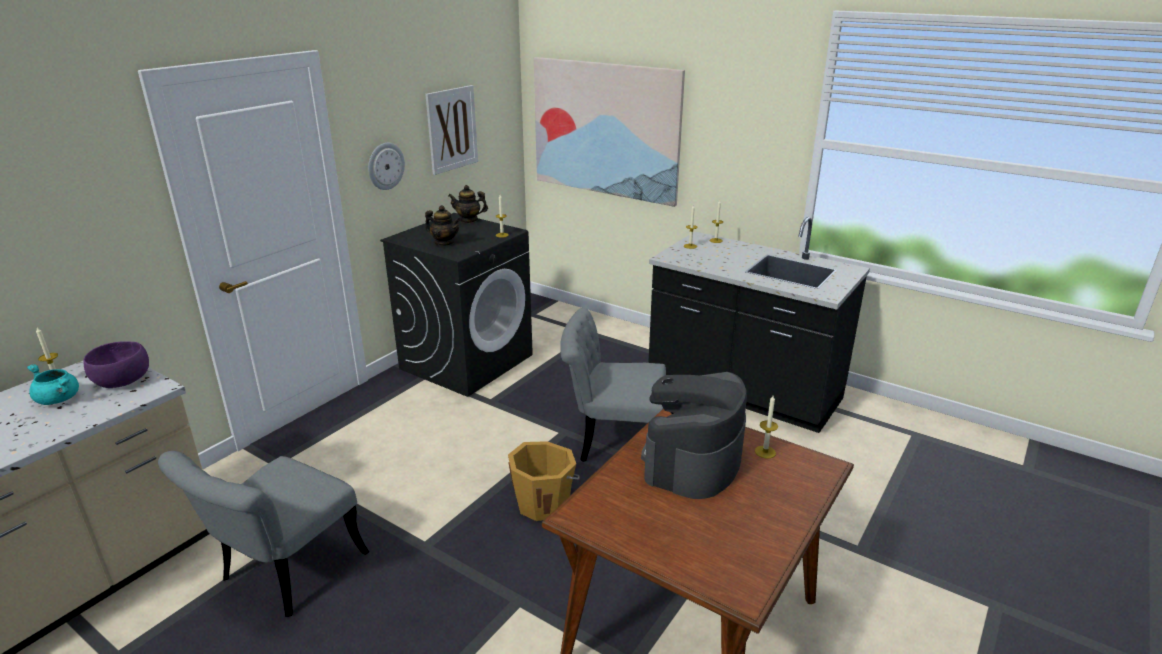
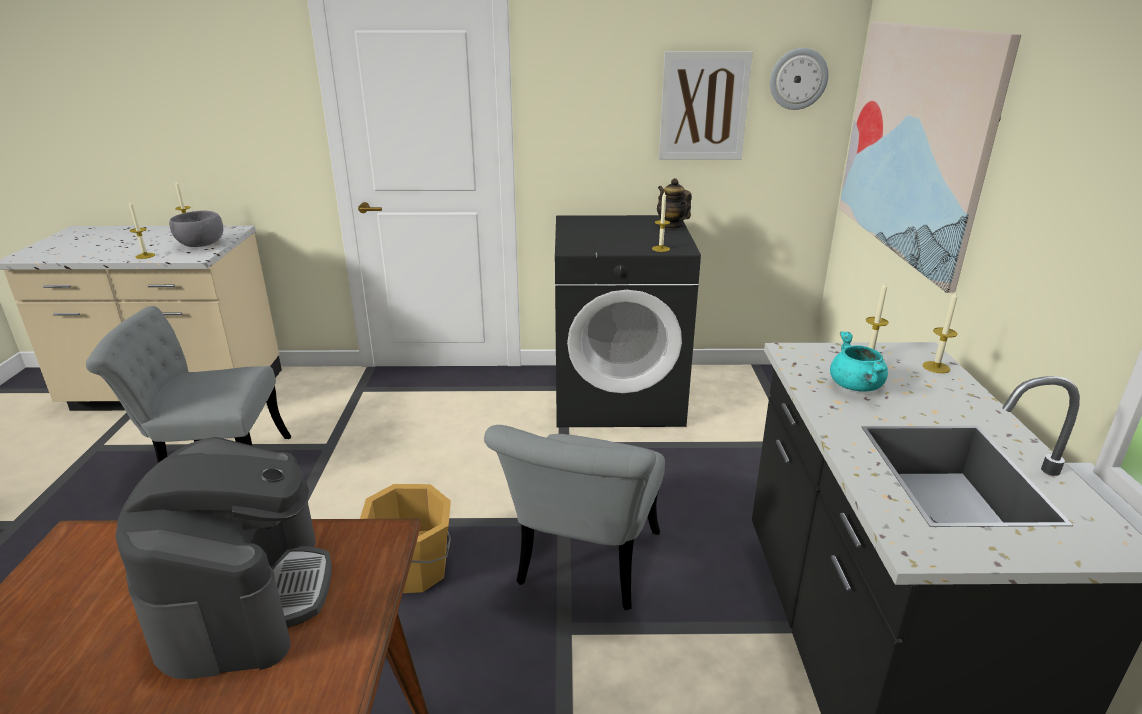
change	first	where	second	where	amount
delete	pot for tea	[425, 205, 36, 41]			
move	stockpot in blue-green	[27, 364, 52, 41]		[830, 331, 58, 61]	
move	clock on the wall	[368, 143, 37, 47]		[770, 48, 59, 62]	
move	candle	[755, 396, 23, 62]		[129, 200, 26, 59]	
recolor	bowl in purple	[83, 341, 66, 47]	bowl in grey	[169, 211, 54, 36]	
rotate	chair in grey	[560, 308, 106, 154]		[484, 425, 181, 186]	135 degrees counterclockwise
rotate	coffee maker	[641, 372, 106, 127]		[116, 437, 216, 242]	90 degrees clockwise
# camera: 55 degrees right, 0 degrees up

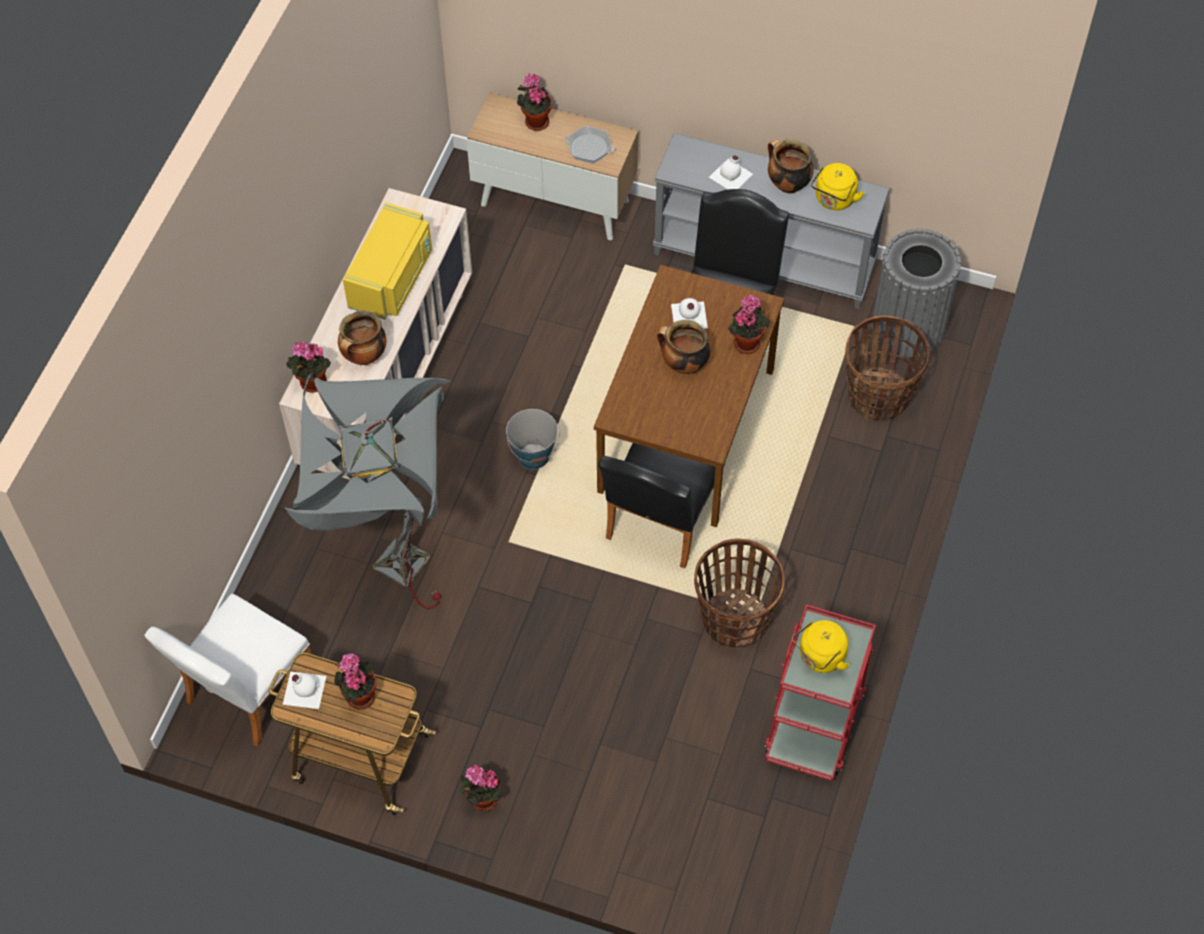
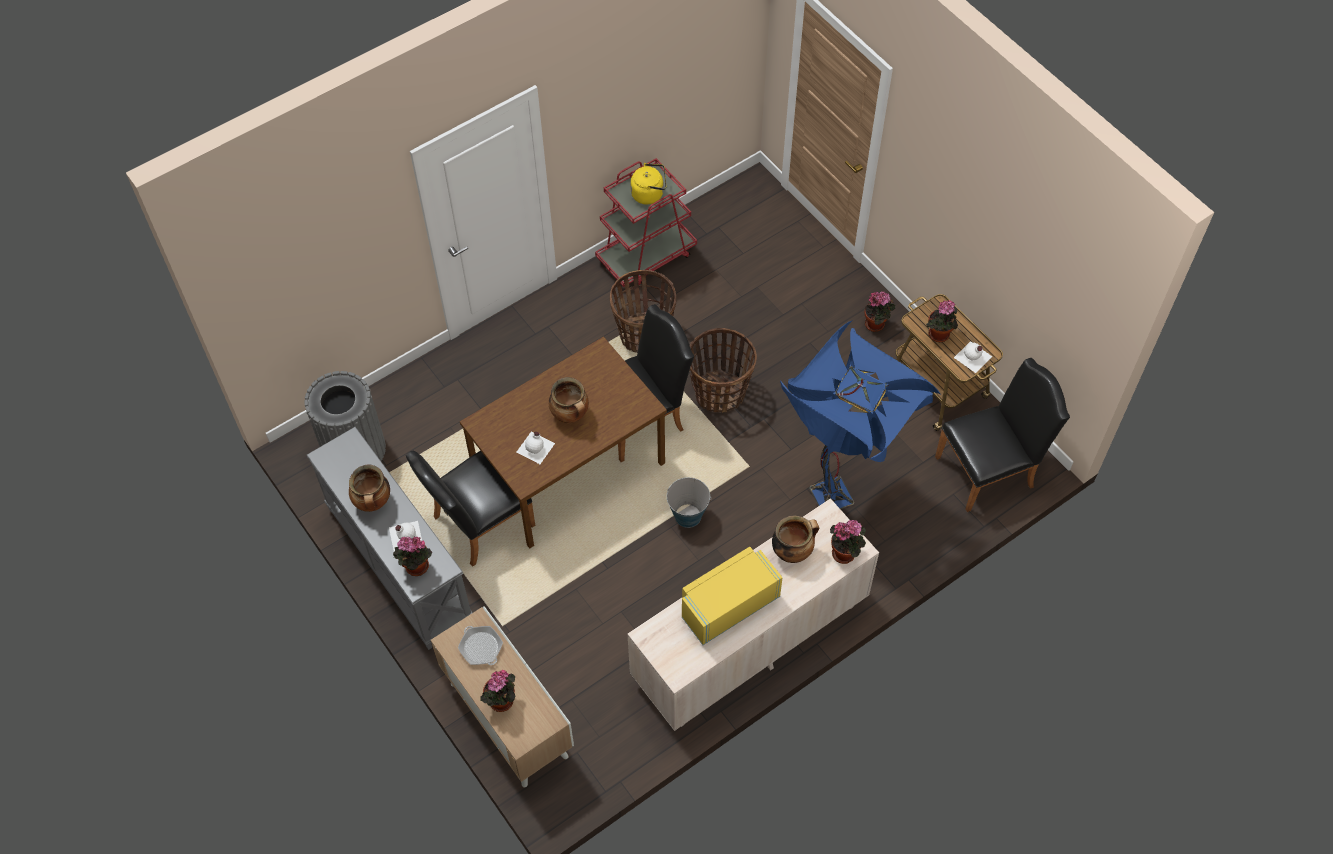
change	first	where	second	where	amount
delete	water kettle in yellowish	[811, 163, 54, 47]			
move	houseplant	[728, 294, 42, 60]		[393, 536, 39, 40]	
move	household basket	[845, 316, 85, 105]		[690, 328, 67, 85]	
recolor	chair in whitish	[144, 594, 170, 153]	chair in blackish	[935, 358, 135, 154]	
recolor	standard lamp in grey	[284, 374, 167, 235]	standard lamp in blue	[780, 320, 160, 189]	
# camera: 145 degrees left, 0 degrees up

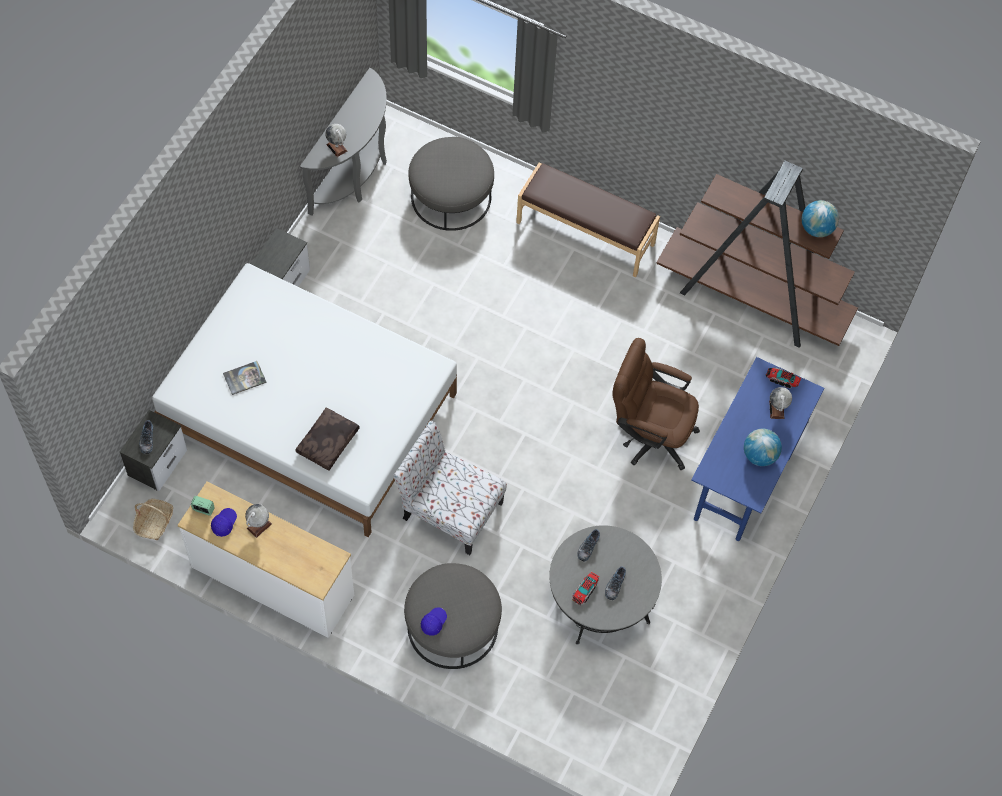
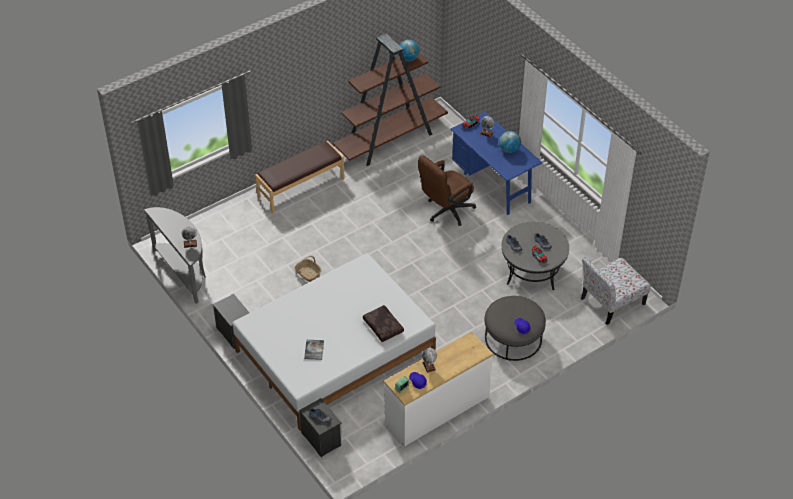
change	first	where	second	where	amount
delete	ottoman in grey	[408, 137, 86, 94]			
move	household basket	[133, 499, 40, 41]		[295, 256, 27, 26]	
move	chair	[393, 420, 114, 135]		[581, 257, 70, 68]	
# camera: 60 degrees left, 15 degrees down

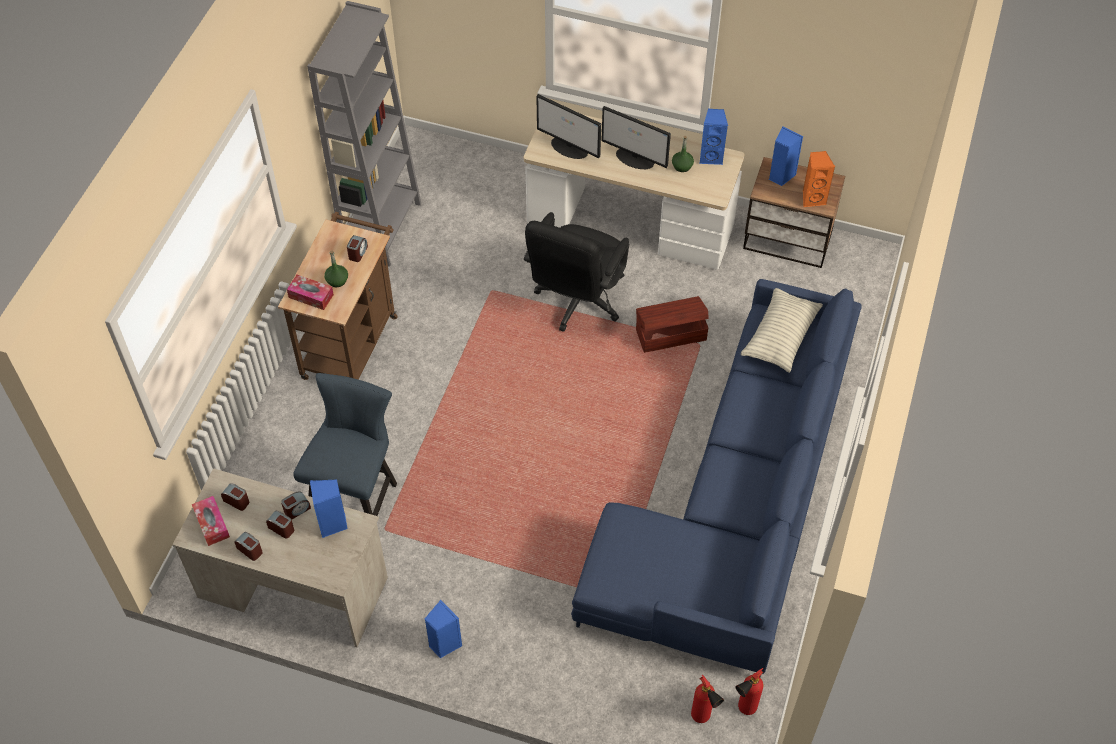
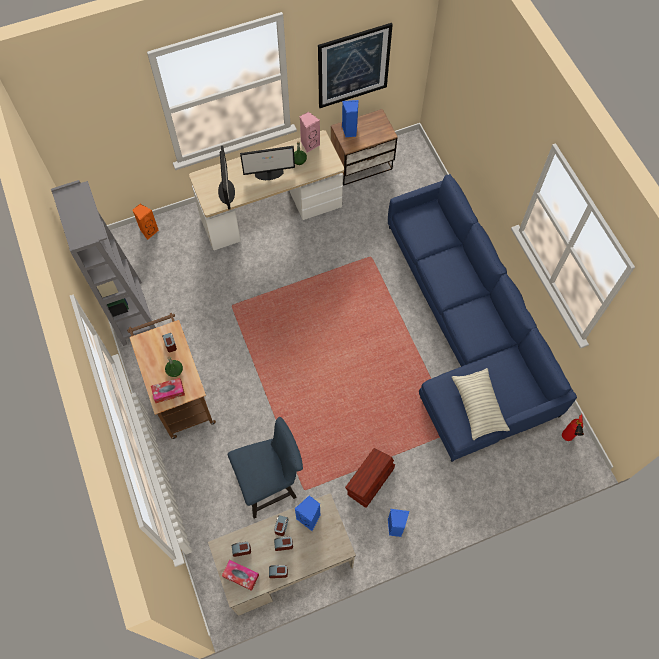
change	first	where	second	where	amount
delete	office chair in blackish	[524, 212, 105, 120]			
delete	extinguisher	[691, 675, 33, 48]			
insert			wall picture	[318, 22, 75, 86]	
move	storage box in brownish	[636, 296, 73, 57]		[345, 448, 50, 60]	
move	cushion	[741, 288, 82, 84]		[452, 368, 58, 72]	
move	speaker in orange-coloured	[803, 151, 32, 56]		[133, 204, 26, 36]	
recolor	speaker in blue	[699, 108, 29, 57]	speaker in pink	[300, 112, 20, 41]	
rotate	chair in blue	[293, 373, 104, 143]		[228, 417, 75, 102]	90 degrees clockwise
rotate	computer screen	[536, 94, 65, 65]		[218, 146, 17, 64]	90 degrees counterclockwise
# camera: 40 degrees left, 10 degrees up

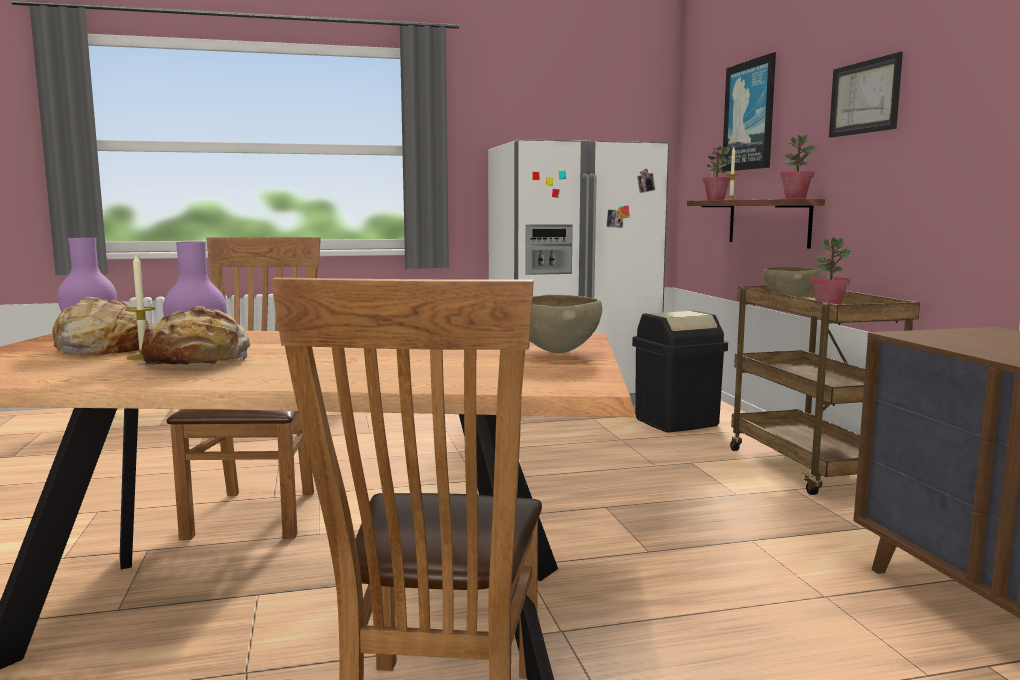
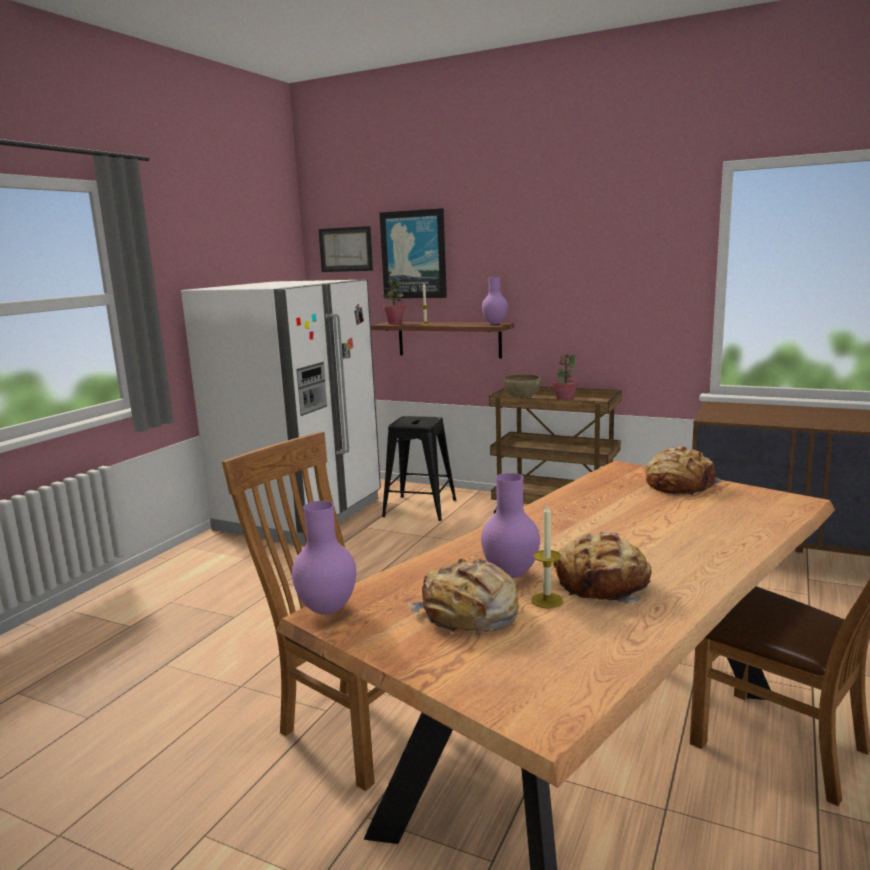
change	first	where	second	where	amount
move	wall picture	[829, 52, 74, 86]		[318, 226, 55, 46]	
replace	bowl in brownish	[530, 295, 72, 58]	bread	[645, 446, 80, 49]	
replace	rubbish bin in blackish	[632, 310, 96, 122]	sitting stool in blackish	[382, 416, 74, 105]	
replace	houseplant	[780, 135, 36, 64]	flower vase in purple	[482, 277, 26, 47]	
# camera: 50 degrees left, 5 degrees up

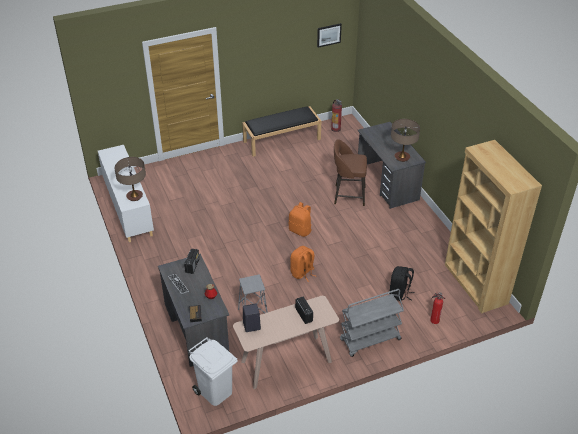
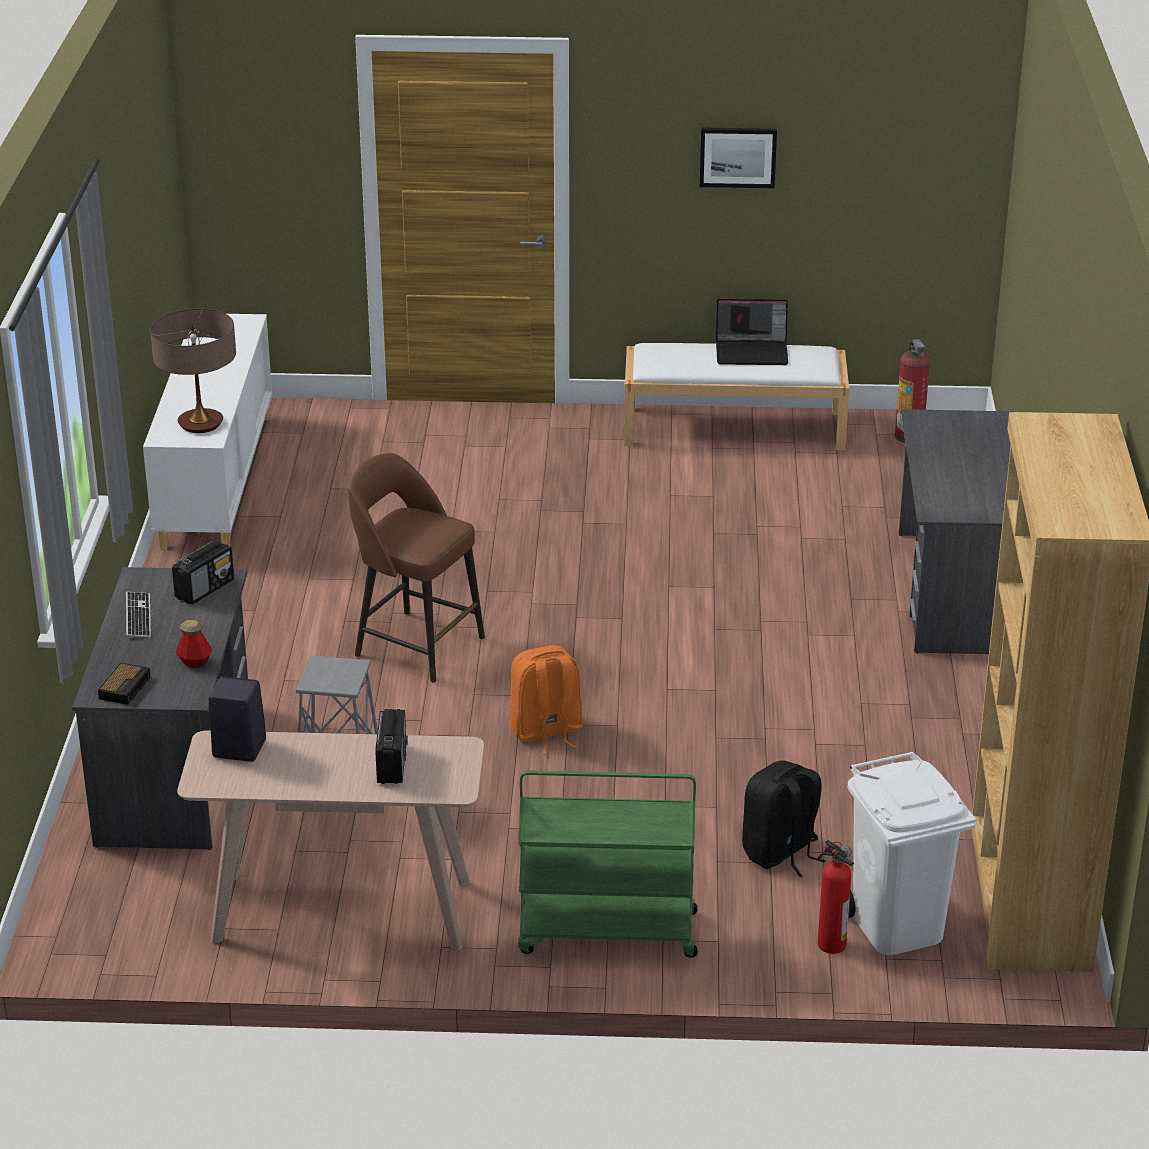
change	first	where	second	where	amount
delete	backpack in orange-coloured	[288, 202, 24, 35]			
delete	table lamp	[391, 119, 29, 43]			
insert			notebook computer	[716, 299, 72, 66]	
move	rubbish bin in whitish	[188, 337, 50, 69]		[848, 752, 128, 203]	
move	wall picture	[317, 23, 25, 25]		[700, 128, 77, 60]	
move	sitting stool in brownish	[334, 139, 33, 67]		[349, 453, 136, 230]	
recolor	long seat in blackish	[242, 106, 79, 51]	long seat in whitish	[624, 343, 225, 107]	
recolor	trolley in grey	[340, 289, 64, 68]	trolley in greenish	[518, 770, 180, 188]	
# camera: 25 degrees right, 10 degrees down

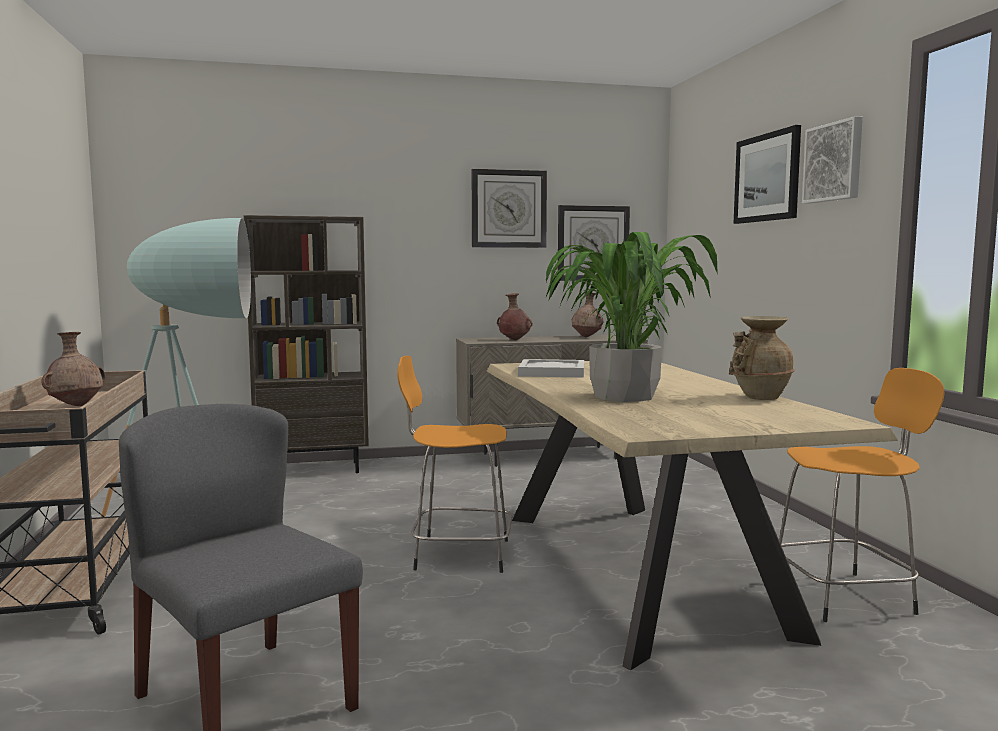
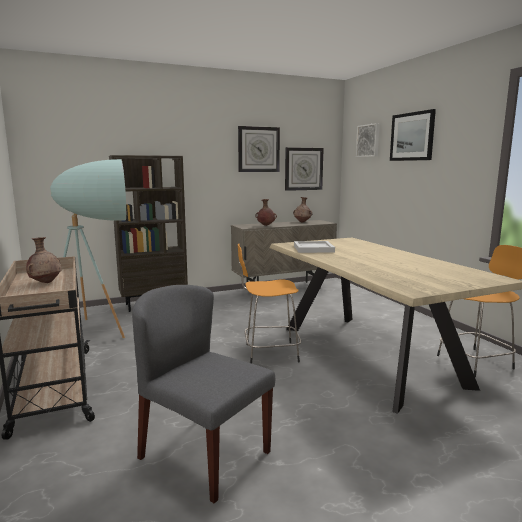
change	first	where	second	where	amount
delete	houseplant	[546, 232, 172, 170]			
delete	flower vase in beige	[729, 316, 66, 84]			
move	wall picture	[802, 116, 61, 88]		[356, 123, 24, 34]	
# camera: 10 degrees left, 5 degrees up

